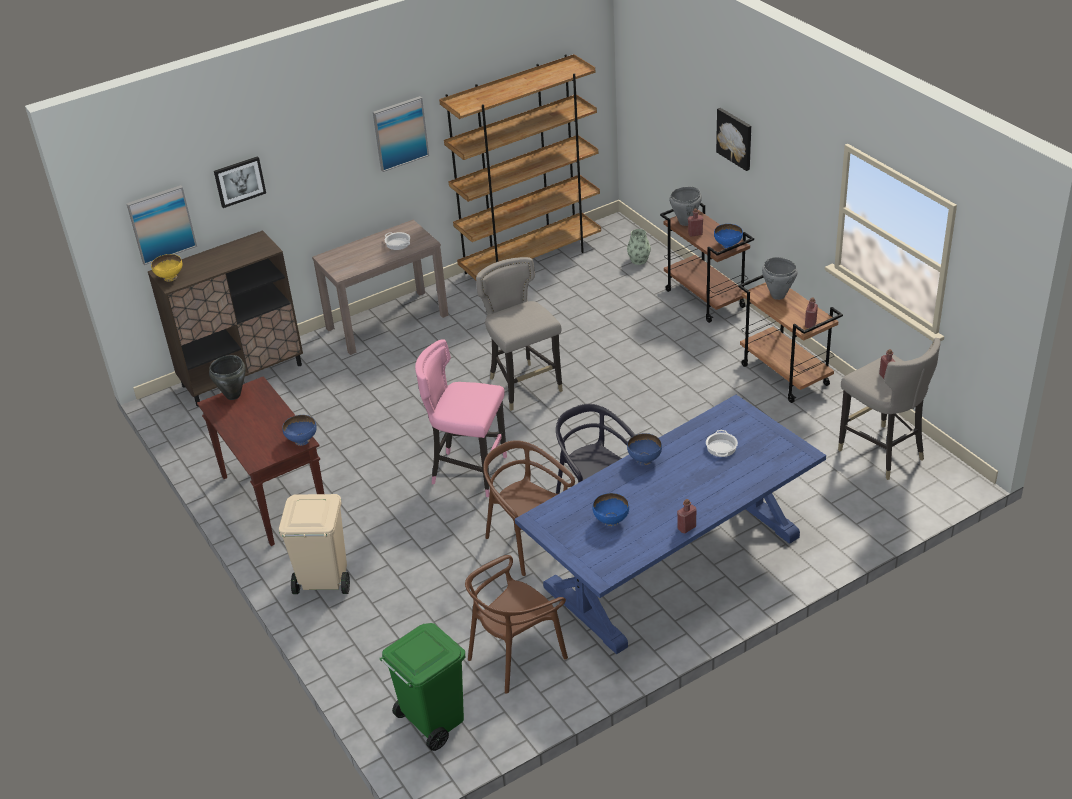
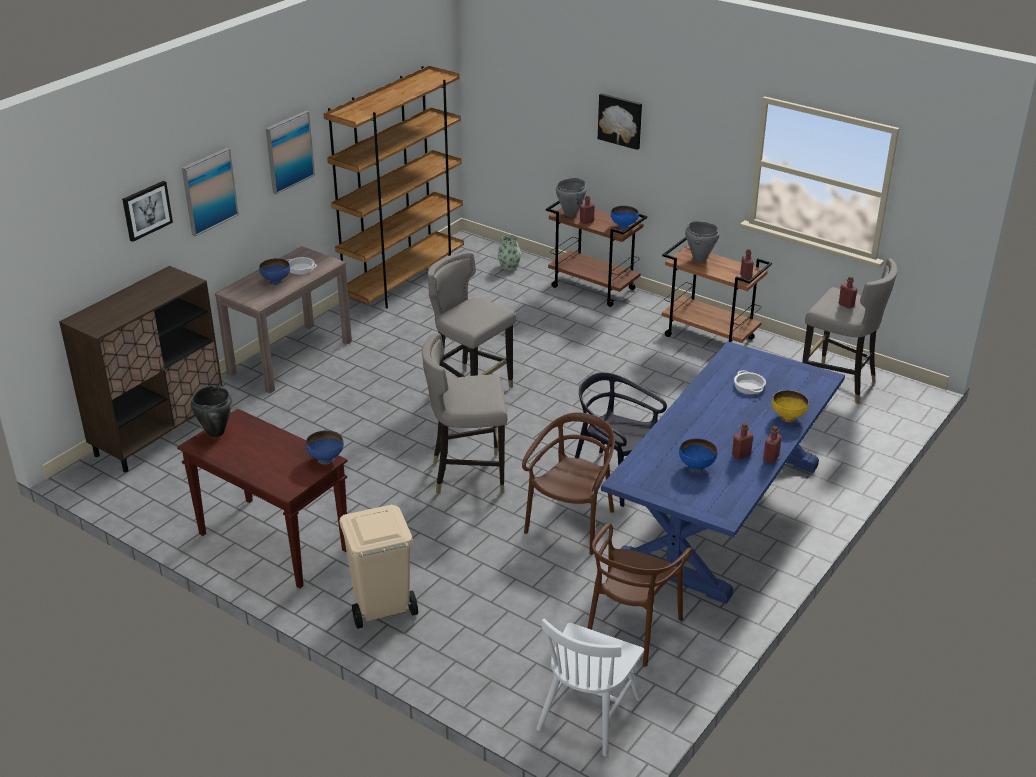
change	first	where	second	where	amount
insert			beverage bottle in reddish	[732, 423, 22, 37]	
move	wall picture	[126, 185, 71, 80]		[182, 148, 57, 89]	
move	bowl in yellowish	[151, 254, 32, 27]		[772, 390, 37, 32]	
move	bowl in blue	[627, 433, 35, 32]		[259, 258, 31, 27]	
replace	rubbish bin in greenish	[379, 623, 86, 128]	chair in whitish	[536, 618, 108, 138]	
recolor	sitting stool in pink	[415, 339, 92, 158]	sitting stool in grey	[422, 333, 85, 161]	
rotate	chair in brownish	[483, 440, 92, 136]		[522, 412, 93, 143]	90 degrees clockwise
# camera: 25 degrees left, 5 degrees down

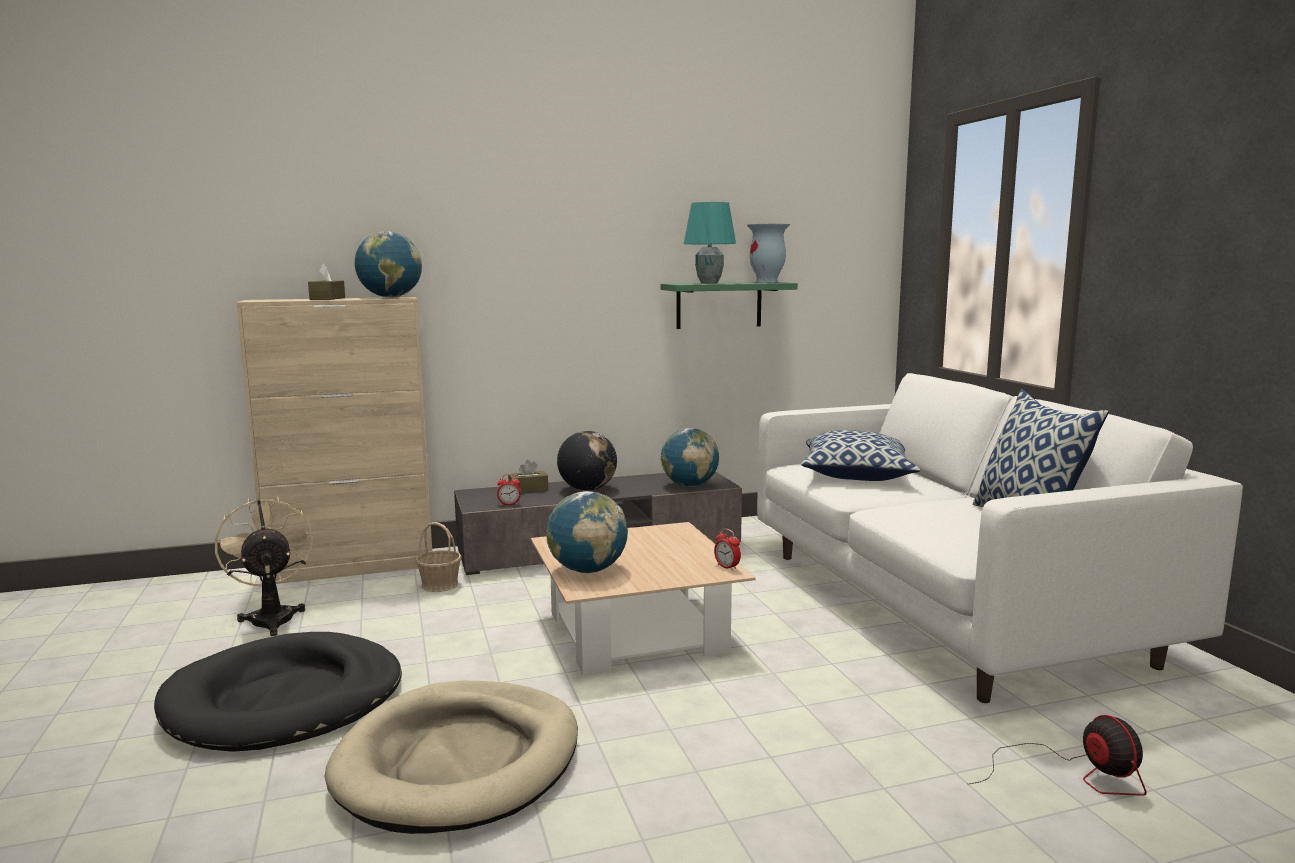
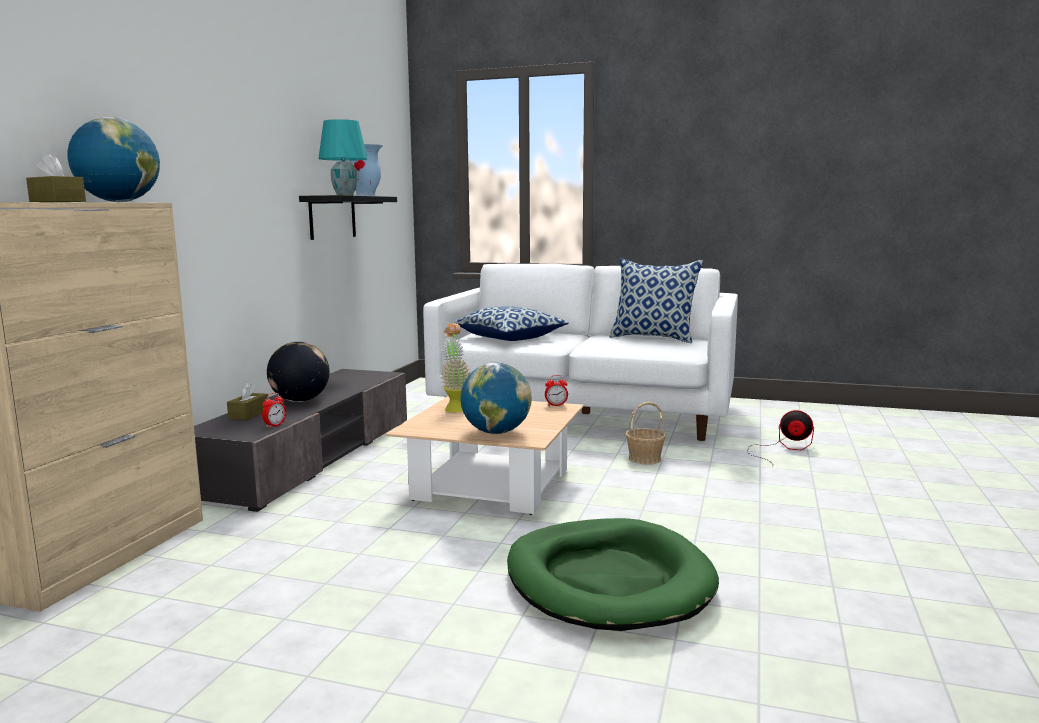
change	first	where	second	where	amount
delete	dog cushion in blackish	[154, 632, 248, 120]			
delete	cooling fan in beige	[215, 497, 98, 139]			
delete	globe	[661, 428, 58, 59]			
insert			houseplant	[440, 323, 30, 89]	
move	household basket	[415, 522, 47, 70]		[625, 402, 41, 62]	
recolor	dog cushion in beige	[325, 680, 253, 154]	dog cushion in greenish	[507, 518, 212, 113]	
recolor	bracket shelf in greenish	[661, 282, 137, 47]	bracket shelf in blackish	[299, 195, 98, 45]	
# camera: 55 degrees left, 0 degrees up

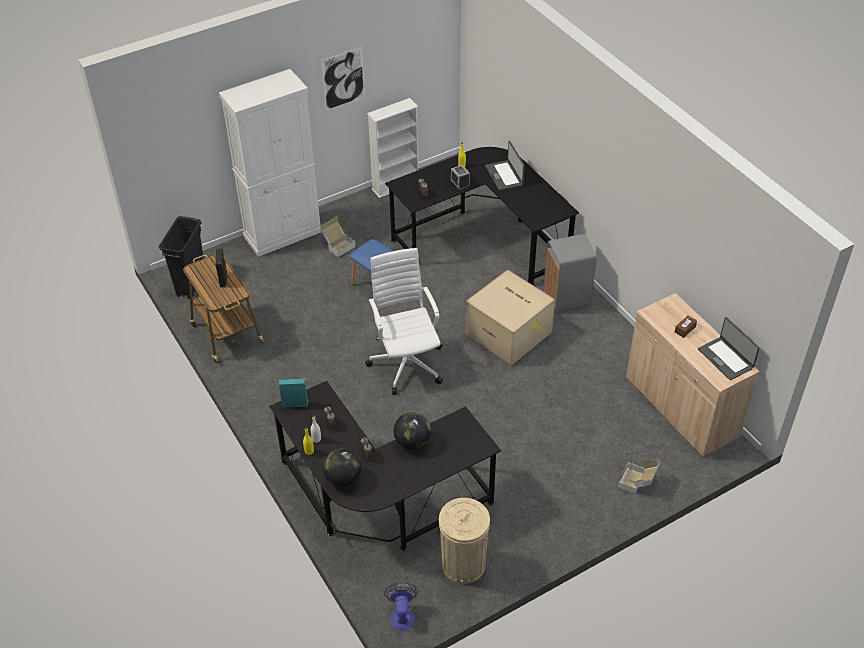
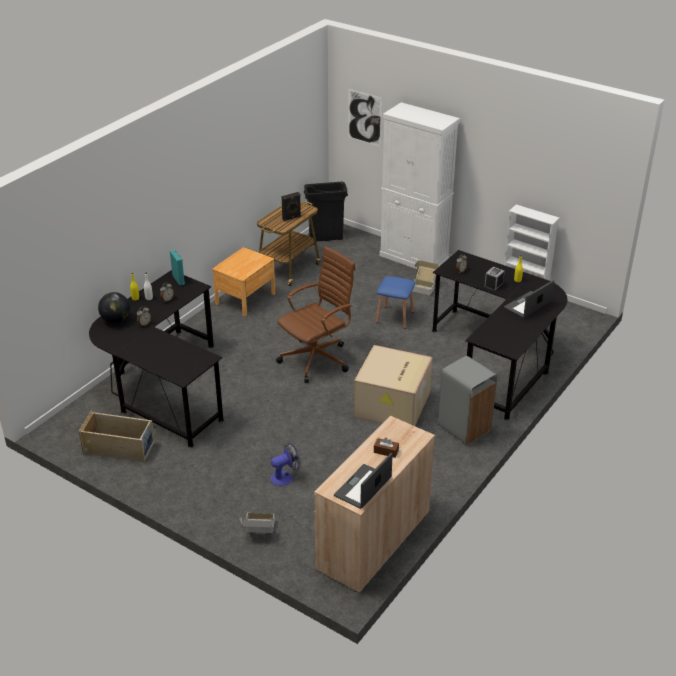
change	first	where	second	where	amount
delete	globe	[393, 412, 38, 38]			
insert			bedside table in brownish	[213, 247, 62, 69]	
move	wall picture	[321, 47, 44, 64]		[348, 89, 34, 58]	
move	cooling fan	[384, 582, 34, 49]		[271, 442, 30, 44]	
replace	rubbish bin in beige	[439, 498, 51, 86]	storage box in beige	[79, 410, 76, 52]	
recolor	office chair in whitish	[365, 248, 78, 147]	office chair in brownish	[276, 246, 79, 137]	
# camera: 65 degrees right, 10 degrees down

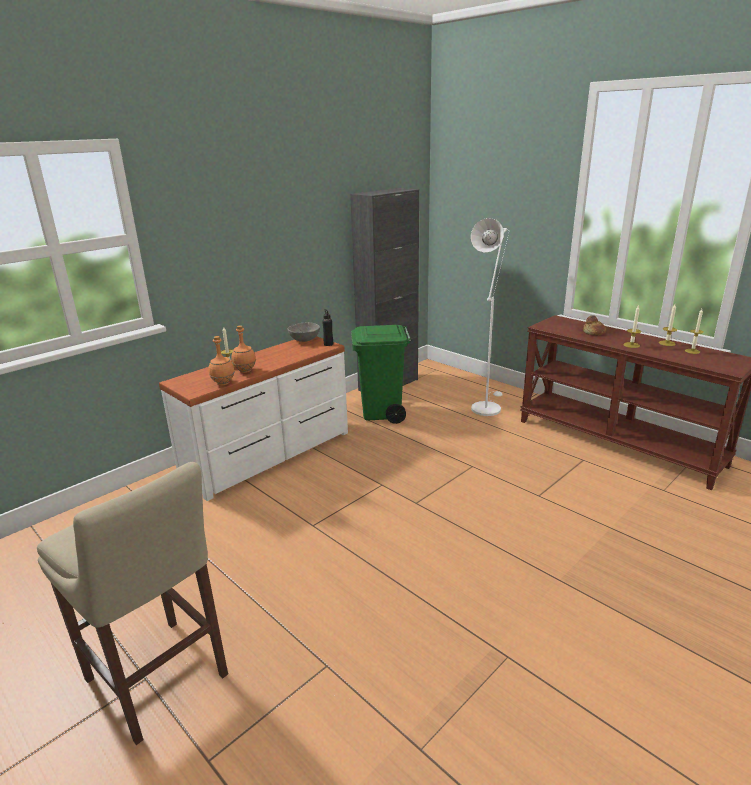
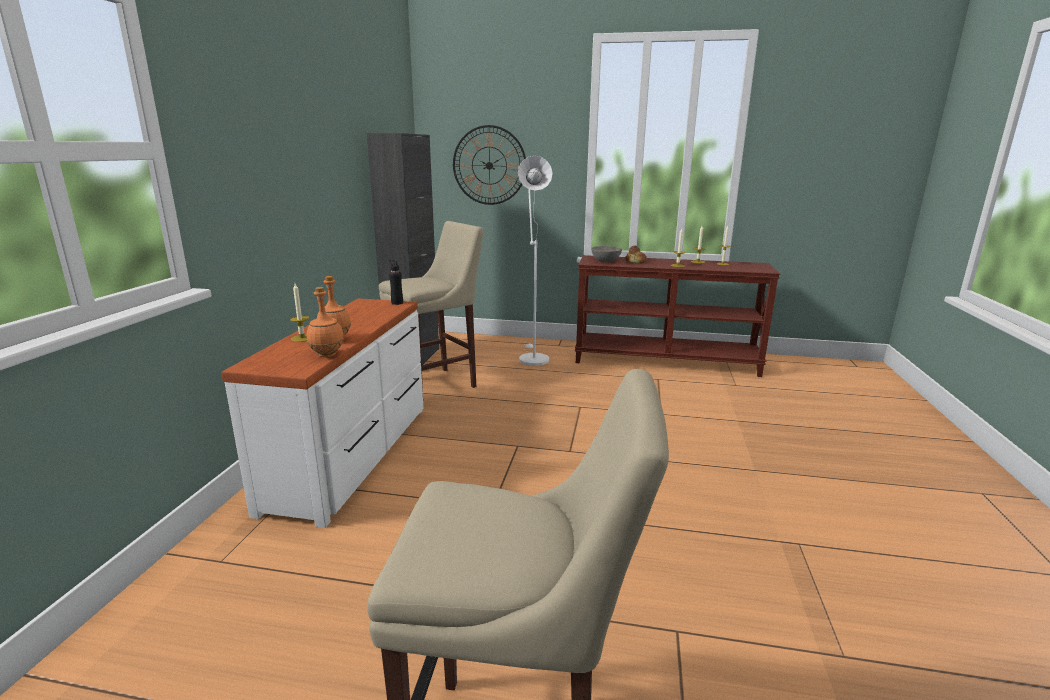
change	first	where	second	where	amount
insert			clock on the wall	[453, 125, 73, 80]	
move	bowl in grey	[287, 322, 33, 20]		[591, 246, 31, 16]	
replace	rubbish bin in greenish	[351, 325, 60, 99]	sitting stool in beige	[379, 221, 105, 169]	
# camera: 35 degrees left, 5 degrees down

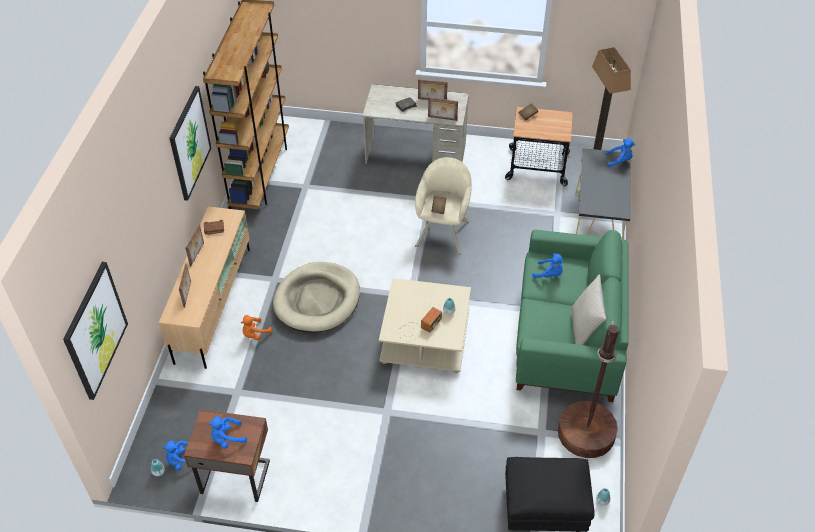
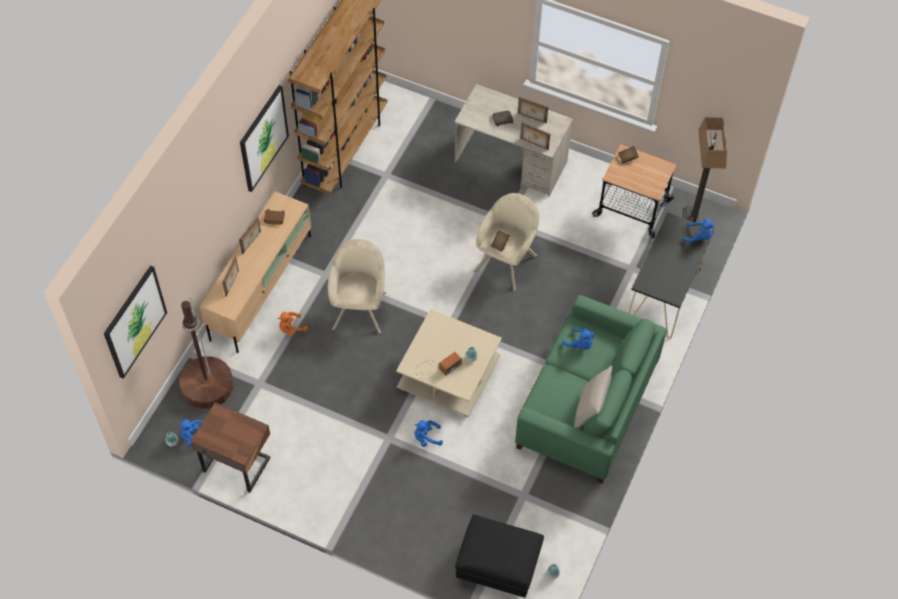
change	first	where	second	where	amount
move	cuddly toy in blue	[208, 416, 39, 33]		[414, 420, 29, 27]	
move	standard lamp in brownish	[558, 321, 61, 137]		[179, 298, 55, 111]	
replace	dog cushion in beige	[273, 262, 87, 70]	lounge chair in beige	[328, 239, 58, 95]	
# camera: 15 degrees right, 10 degrees up

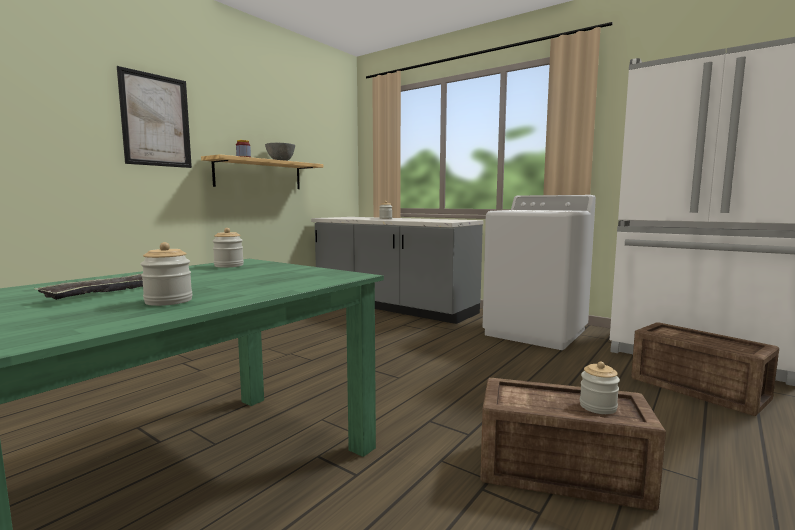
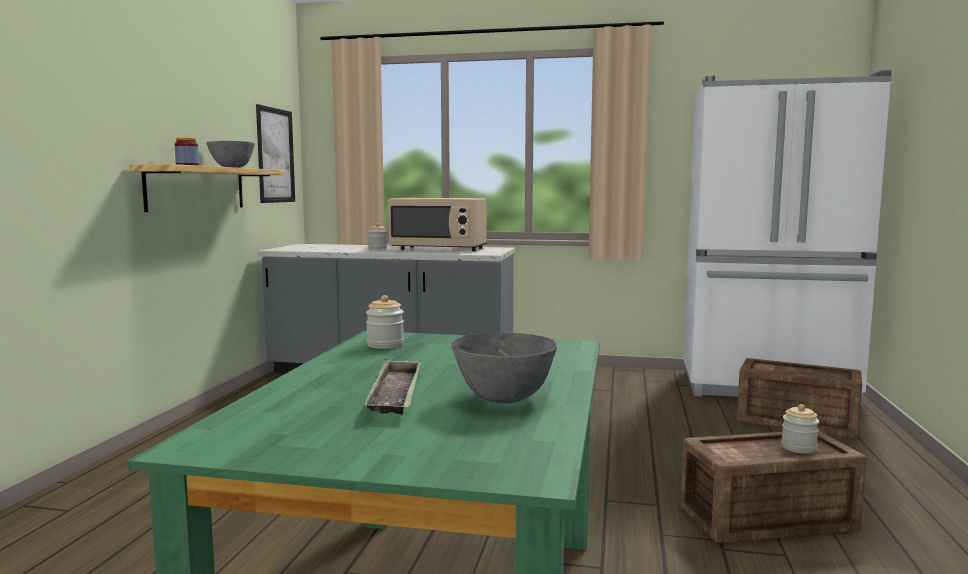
change	first	where	second	where	amount
delete	laundry machine in whitish	[483, 195, 113, 155]			
insert			microwave in beige	[387, 198, 100, 53]	
move	wall picture	[117, 66, 75, 102]		[256, 104, 39, 99]	
replace	jar	[140, 242, 53, 64]	bowl in grey	[451, 333, 106, 70]	
# camera: 25 degrees left, 0 degrees up

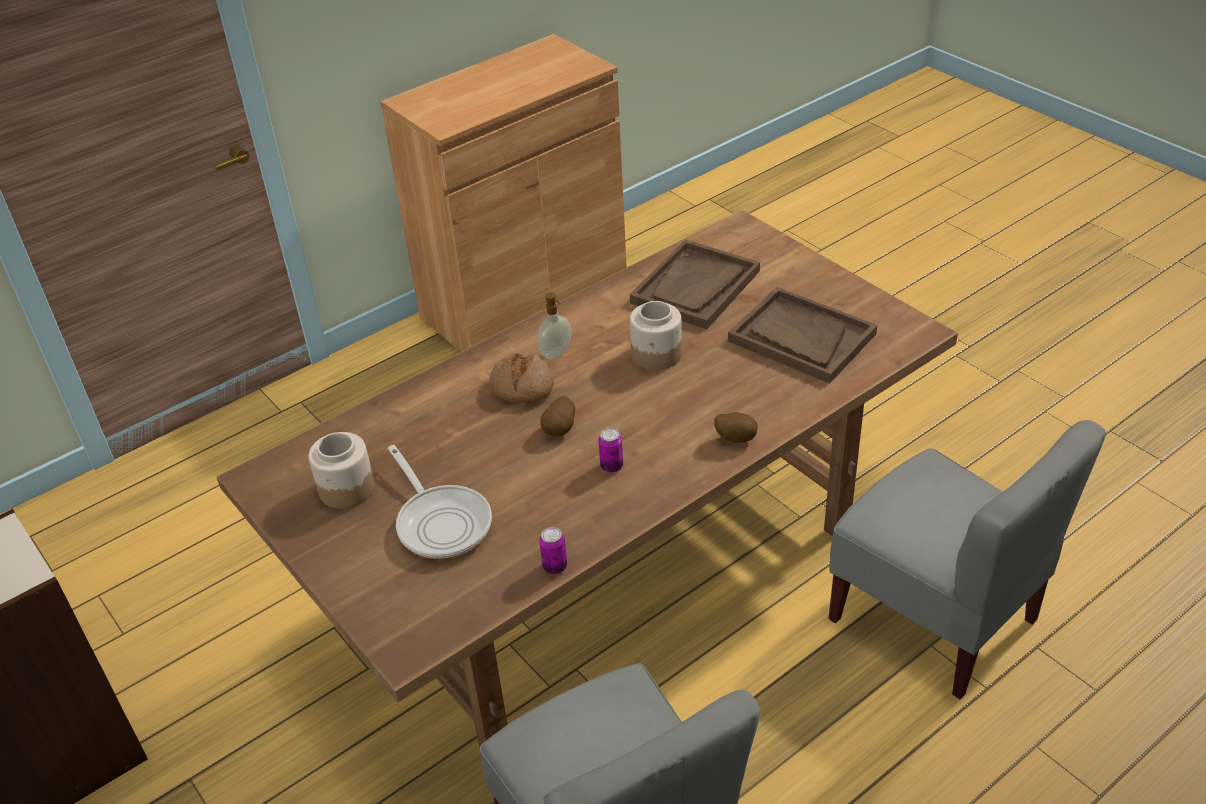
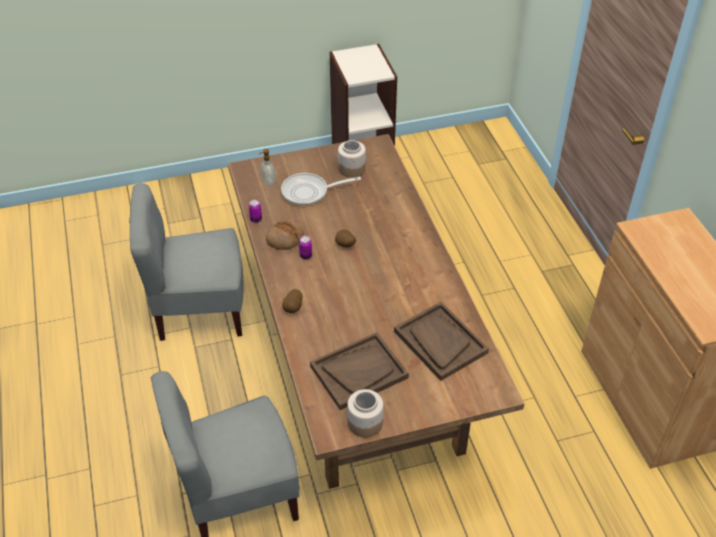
change	first	where	second	where	amount
move	bread	[490, 353, 64, 50]		[266, 220, 38, 30]	
move	soap dispenser	[538, 292, 33, 68]		[259, 149, 16, 37]	
move	jar	[630, 301, 52, 69]		[347, 389, 36, 49]	
# camera: 110 degrees right, 5 degrees up

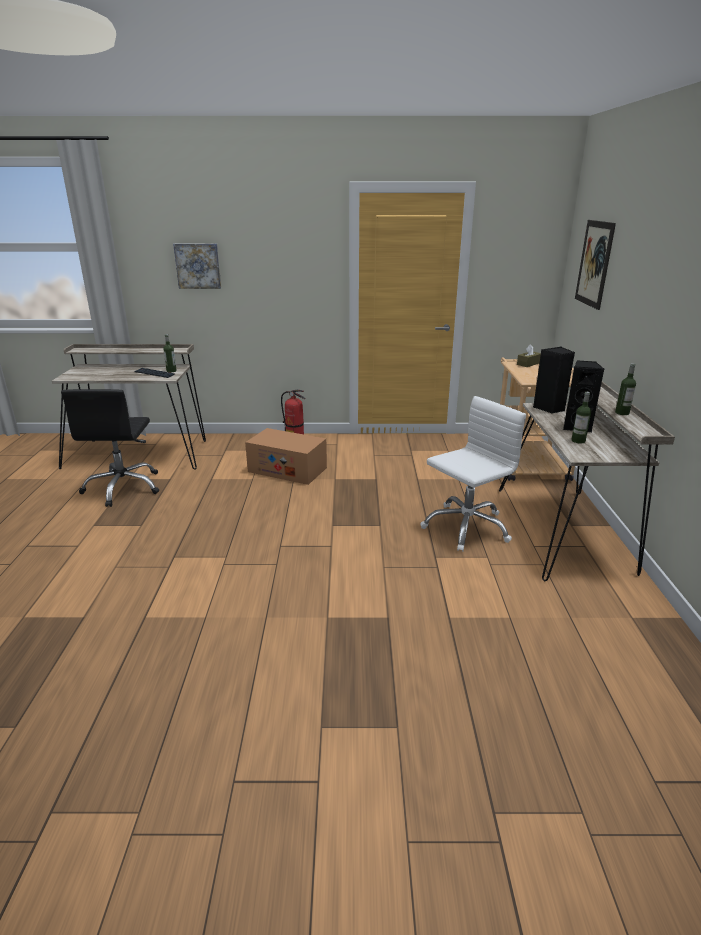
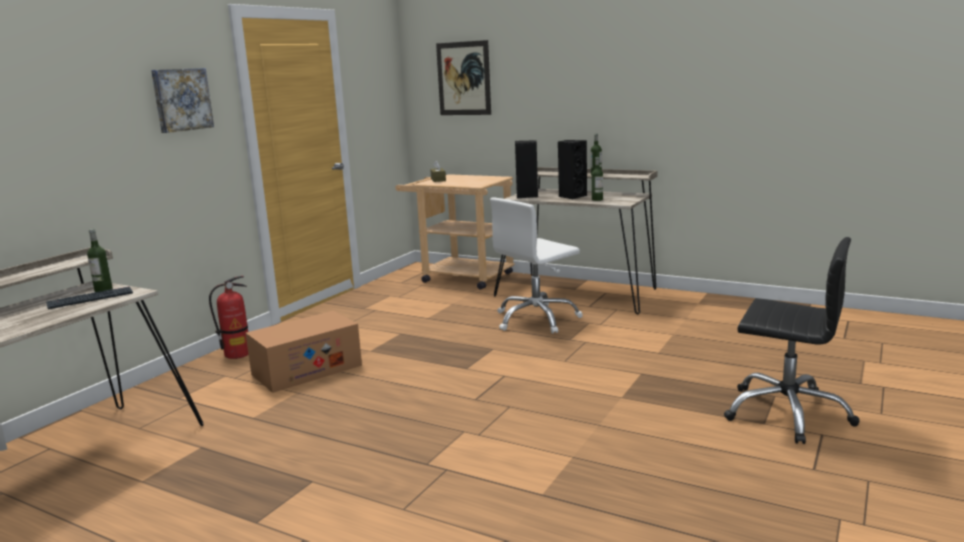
change	first	where	second	where	amount
move	office chair in blackish	[61, 389, 98, 118]		[724, 237, 136, 207]	
move	wall picture	[173, 243, 48, 46]		[151, 68, 63, 65]	
rotate	office chair in whitish	[420, 396, 106, 156]		[490, 198, 93, 136]	120 degrees counterclockwise
# camera: 60 degrees left, 10 degrees down

